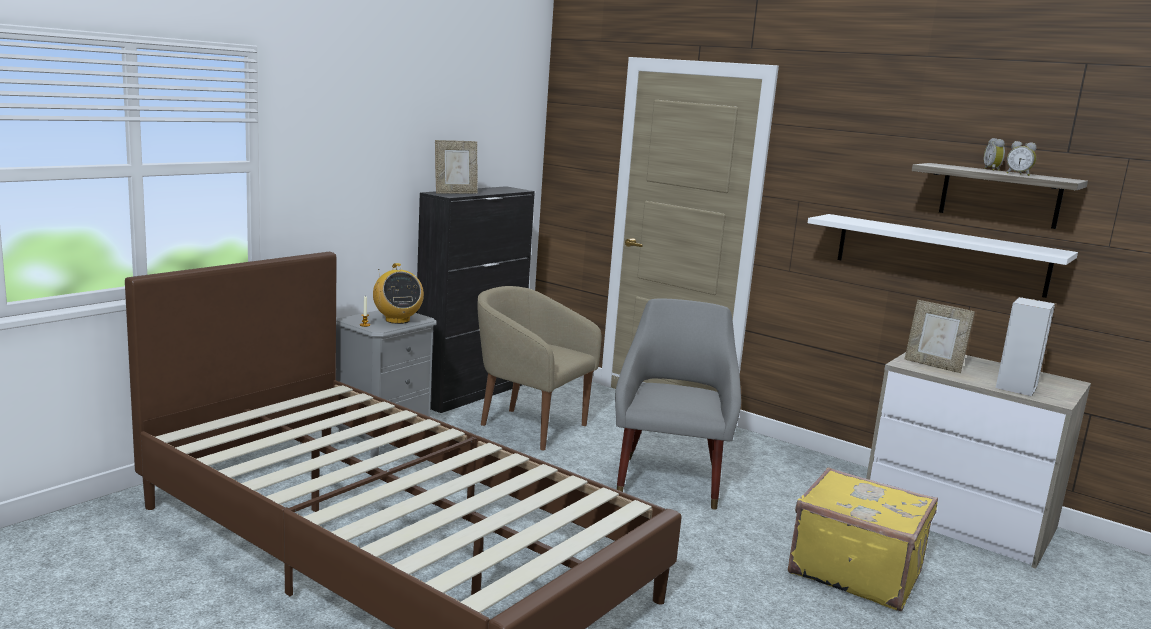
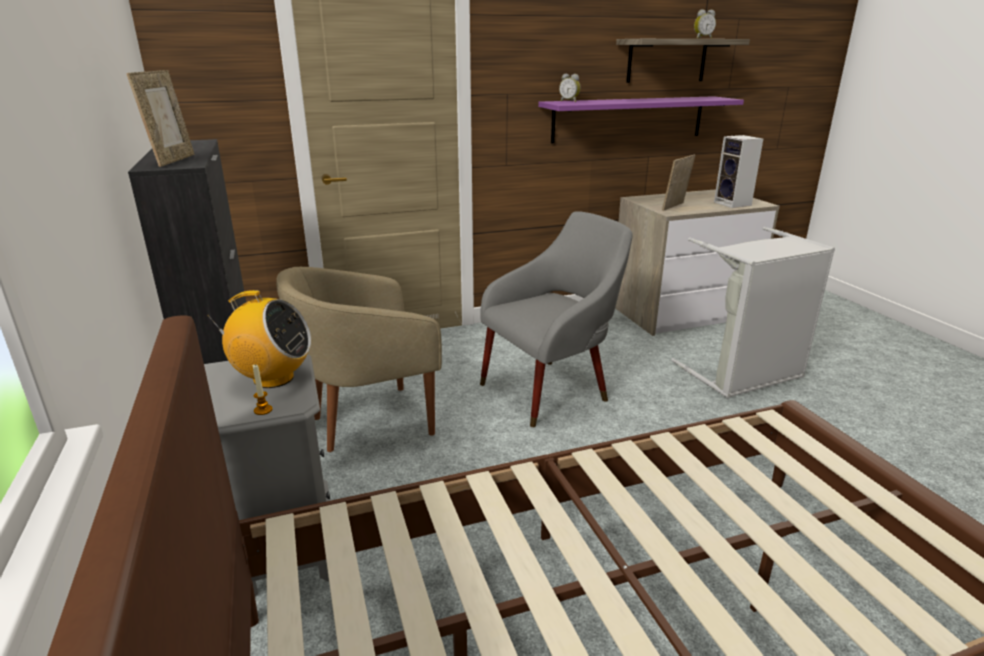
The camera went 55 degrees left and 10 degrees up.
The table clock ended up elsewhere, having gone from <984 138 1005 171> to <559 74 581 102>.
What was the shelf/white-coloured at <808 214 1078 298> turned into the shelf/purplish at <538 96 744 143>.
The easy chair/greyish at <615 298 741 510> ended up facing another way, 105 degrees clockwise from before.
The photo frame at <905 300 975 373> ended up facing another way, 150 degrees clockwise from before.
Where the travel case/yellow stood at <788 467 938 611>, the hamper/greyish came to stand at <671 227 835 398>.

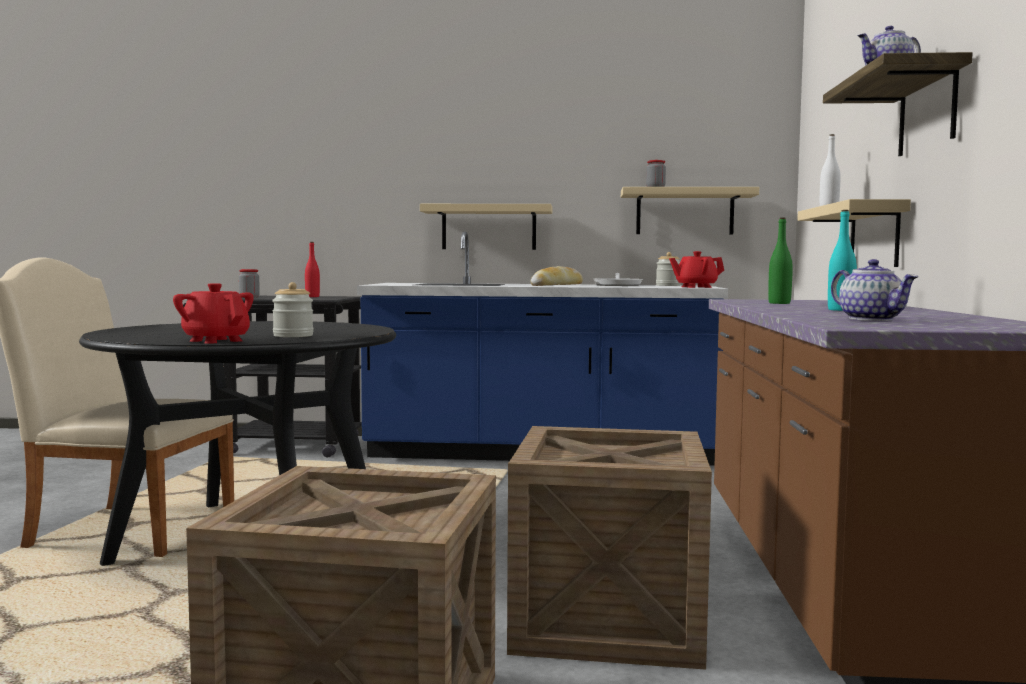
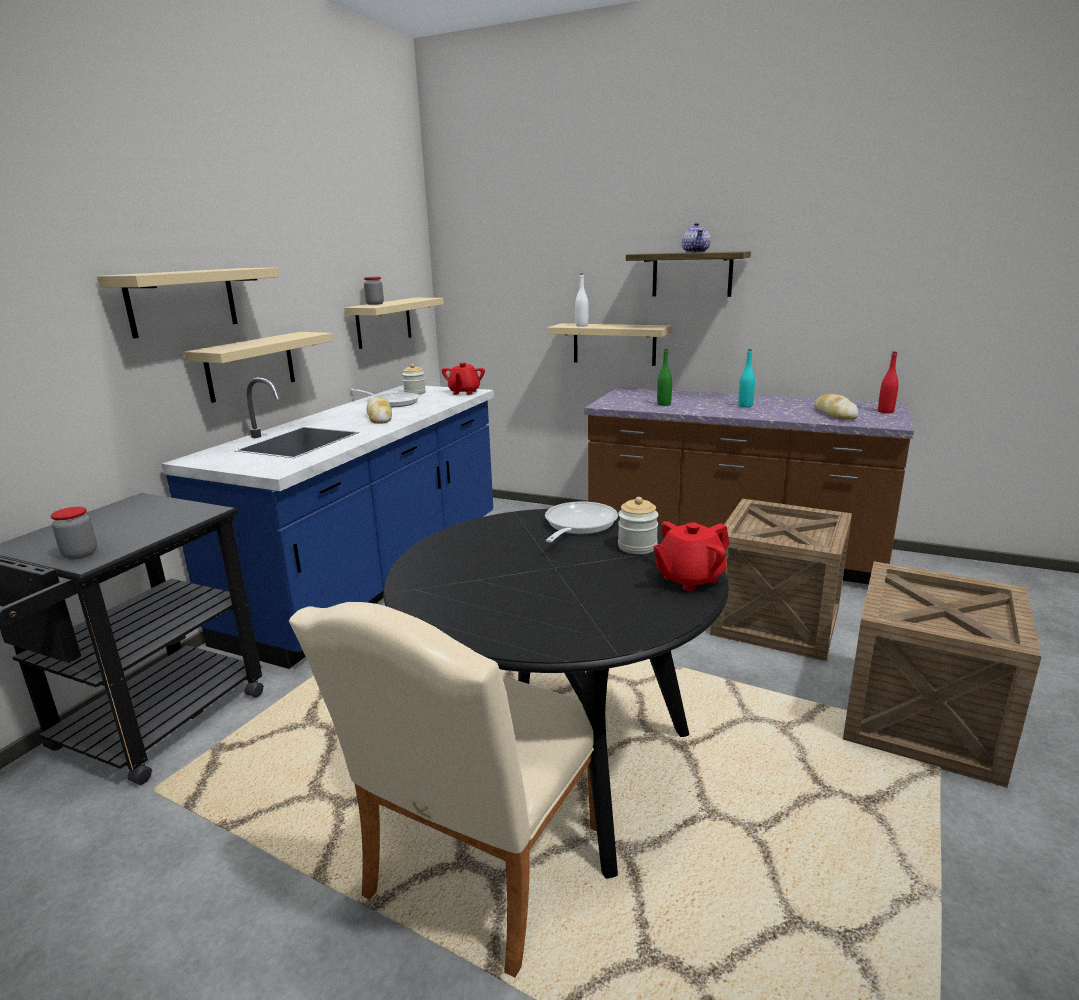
The camera went 70 degrees left and 15 degrees up.
The bottle/red-coloured ended up elsewhere, having gone from <305 242 320 297> to <878 352 899 413>.
Where the tea pot stood at <831 259 918 321>, the bakery bread came to stand at <814 394 859 420>.
The second view gained the shelf/beige at <97 267 279 338>.
The second view gained the frying pan at <545 501 618 542>.

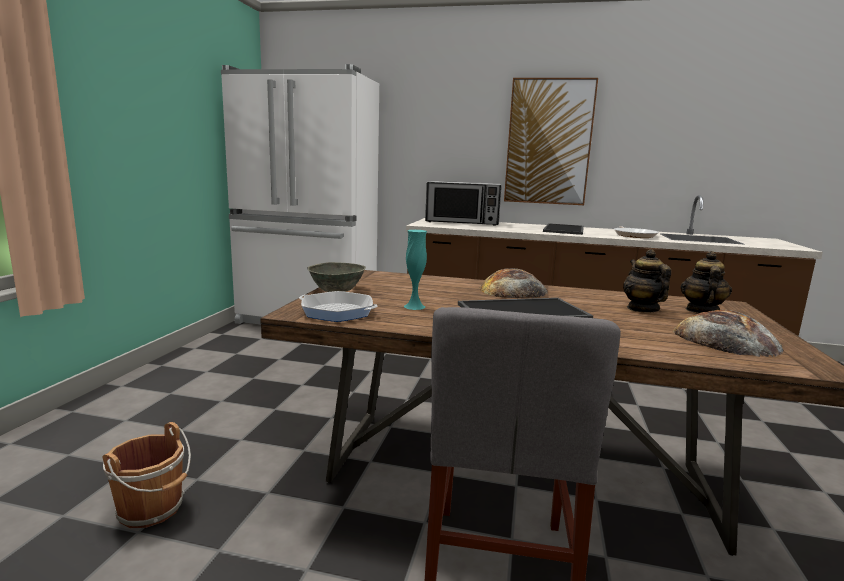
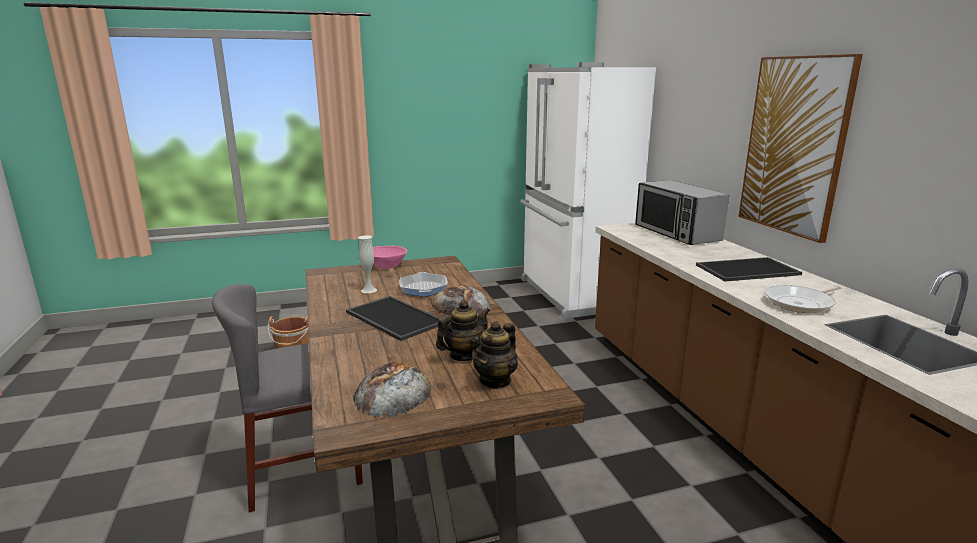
The camera went 60 degrees right and 5 degrees up.
What was the decorative vase/blue-green at <404 230 427 310> turned into the decorative vase/white-coloured at <358 235 377 293>.
The tea pot at <680 251 732 313> ended up facing another way, 135 degrees clockwise from before.
What was the serving bowl/greyish at <307 262 366 292> turned into the serving bowl/pink-coloured at <373 246 407 269>.
The frying pan ended up elsewhere, having gone from <299 291 377 322> to <399 272 448 297>.

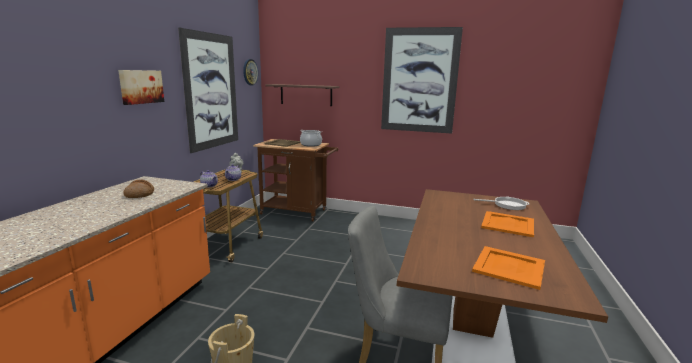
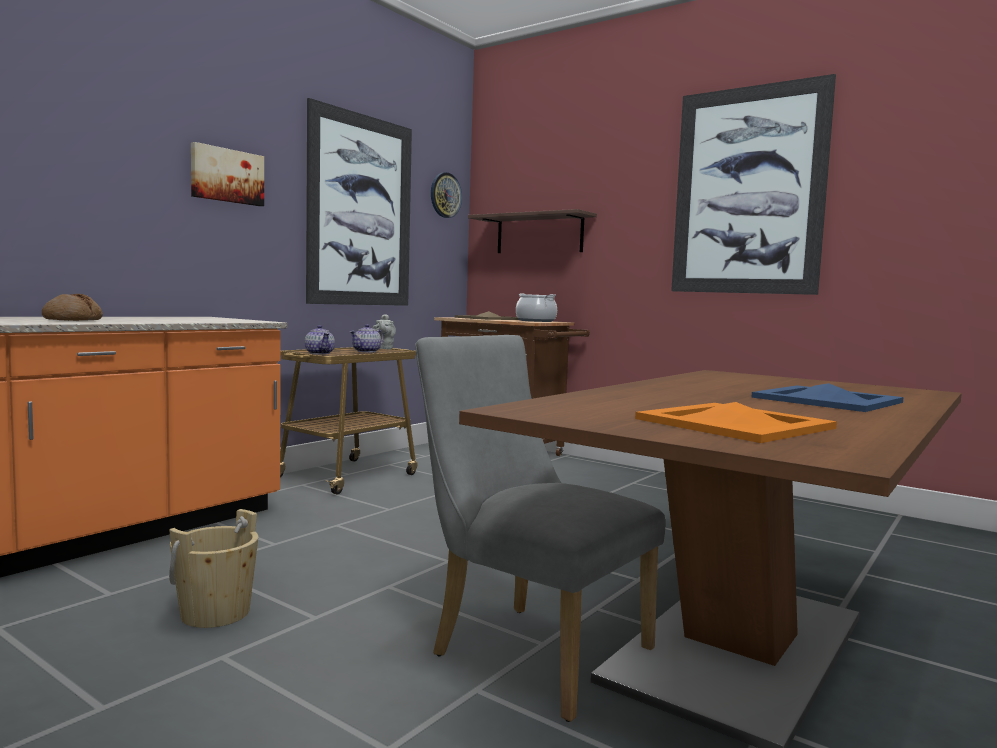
The camera went 20 degrees right and 10 degrees down.
The bakery bread ended up elsewhere, having gone from <123 180 154 198> to <42 294 103 321>.
The second view lost the frying pan at <473 197 529 210>.
What was the serving tray/orange-coloured at <481 211 534 237> turned into the serving tray/blue-coloured at <751 383 904 412>.

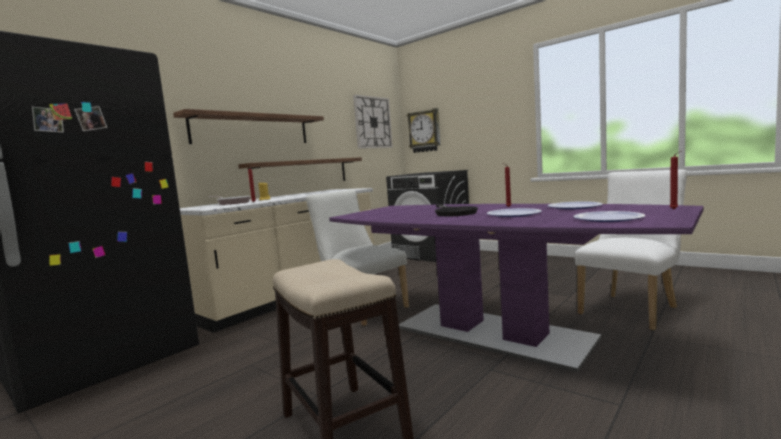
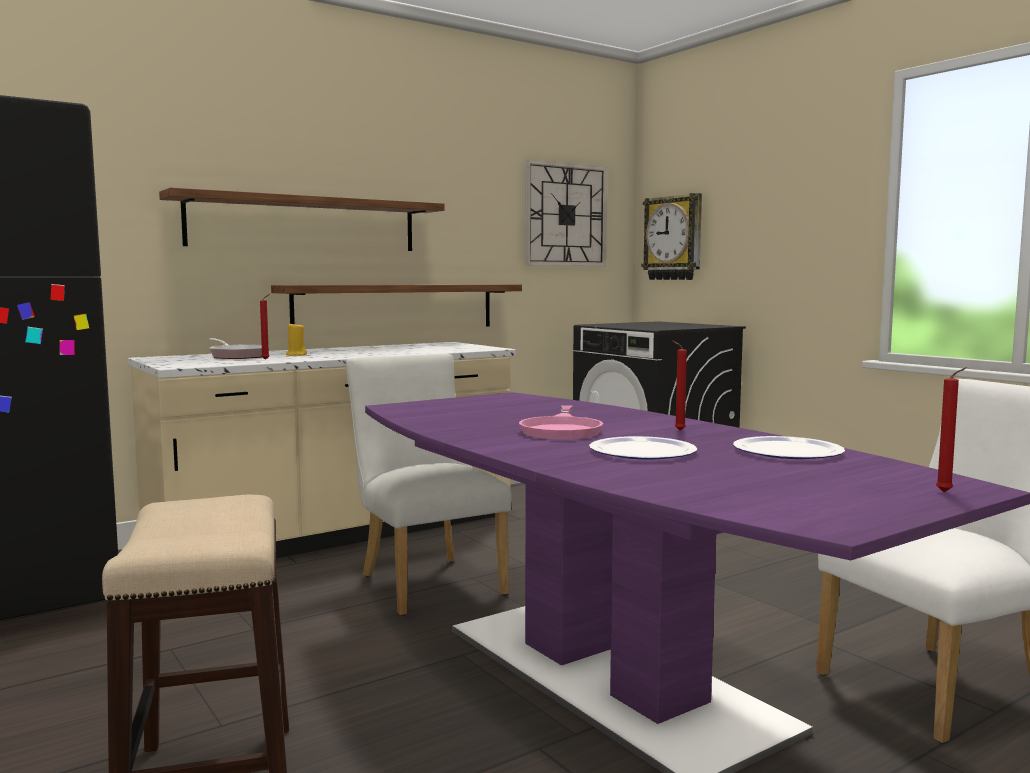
The camera went 15 degrees right and 0 degrees up.
What was the frying pan/black at <435 204 478 216> turned into the frying pan/pink-coloured at <519 405 603 439>.
The second view lost the dinner plate at <573 211 646 222>.

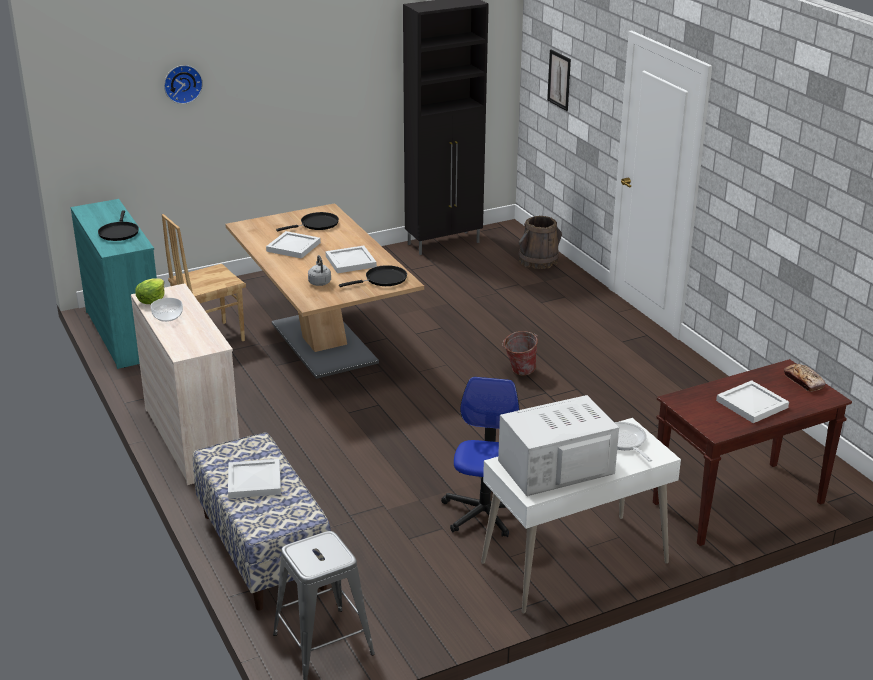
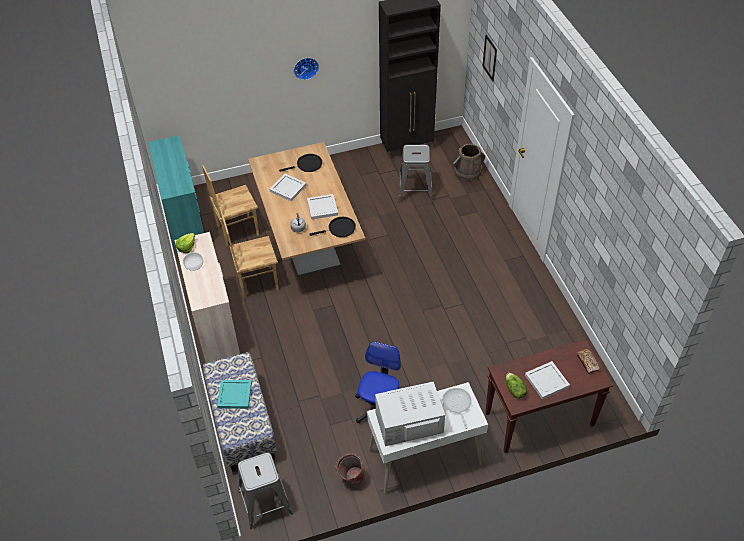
The camera went 10 degrees right and 20 degrees up.
The hanging clock ended up elsewhere, having gone from <164 65 203 104> to <294 58 319 80>.
The second view lost the frying pan/black at <98 210 139 241>.
The water bucket ended up elsewhere, having gone from <502 331 538 376> to <335 453 364 485>.
What was the serving tray/white-coloured at <228 459 281 498> turned into the serving tray/blue-green at <217 380 252 409>.
The second view gained the stool seat/greyish at <398 145 432 202>.
The second view gained the plain chair/brown-coloured at <222 214 278 298>.
The second view gained the head of lettuce at <506 373 527 399>.

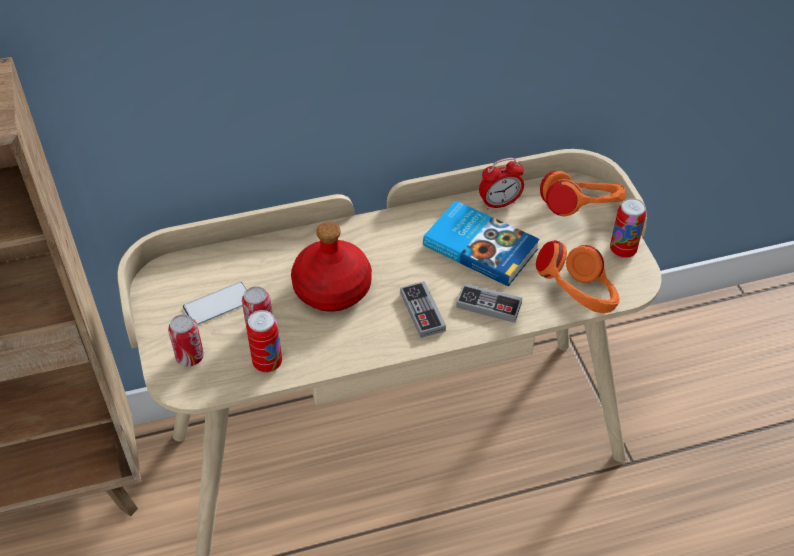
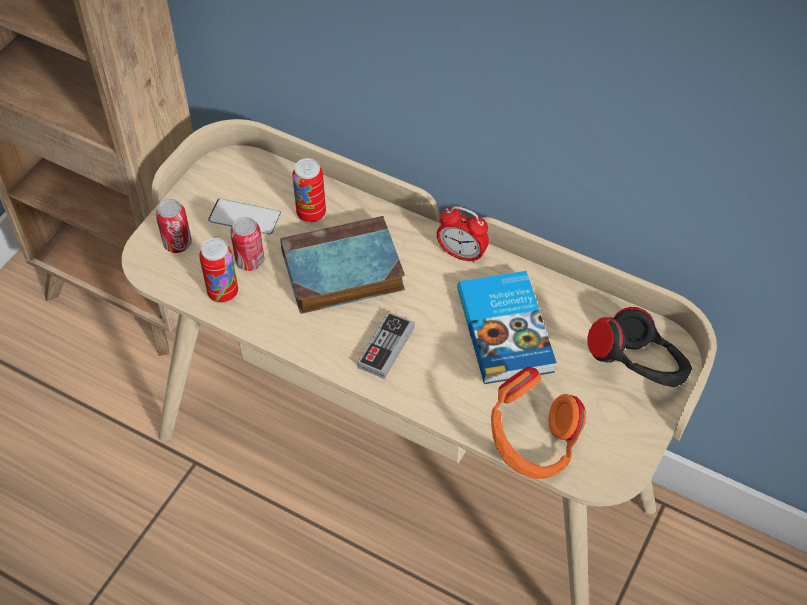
The camera went 45 degrees right and 5 degrees up.
The table clock ended up elsewhere, having gone from <479 158 524 210> to <437 206 489 264>.
What was the pair of headphones/orange-coloured at <540 170 626 217> turned into the pair of headphones/black at <587 307 692 387>.
The sealed can ended up elsewhere, having gone from <610 198 646 258> to <292 158 326 223>.
Where the bottle/red-coloured stood at <291 222 372 312>, the volume came to stand at <280 216 405 314>.
The second view lost the joypad at <456 283 522 323>.

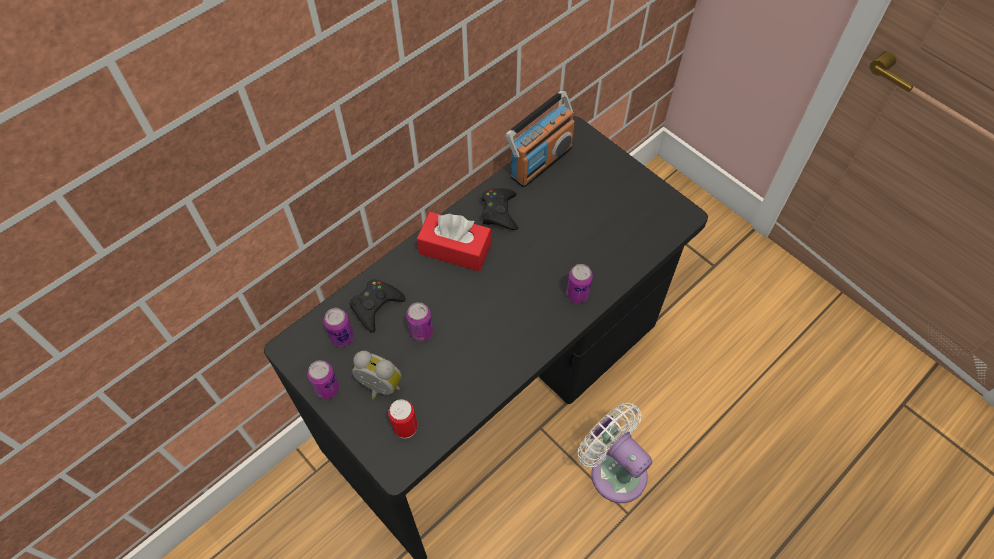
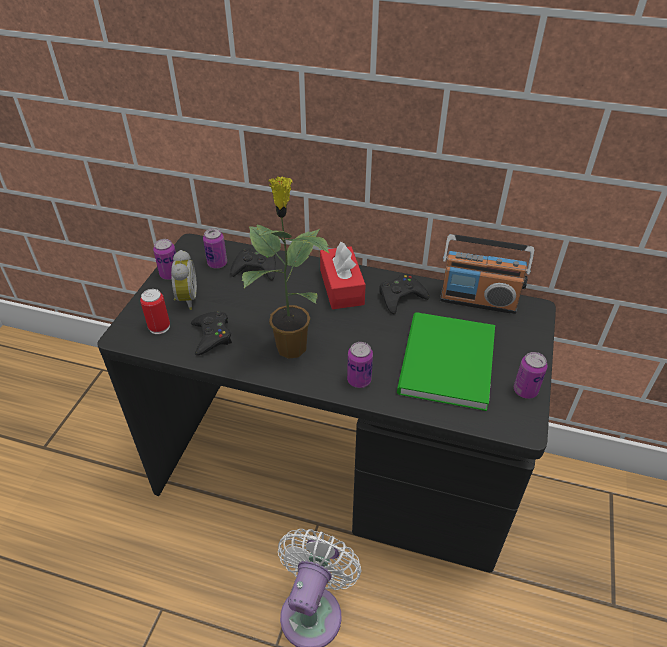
The camera went 60 degrees right and 15 degrees down.
The sealed can ended up elsewhere, having gone from <406 302 433 341> to <514 352 548 399>.
The second view gained the plant in a pot at <242 176 329 359>.
The second view gained the joypad/black at <191 311 232 356>.
The second view gained the volume/green at <397 312 495 411>.

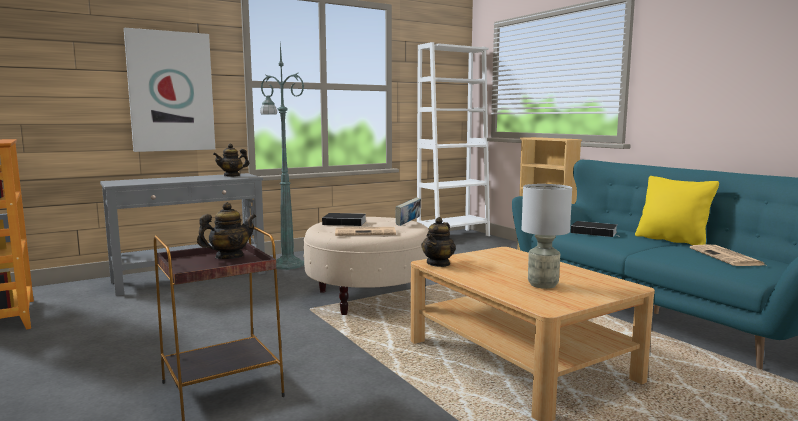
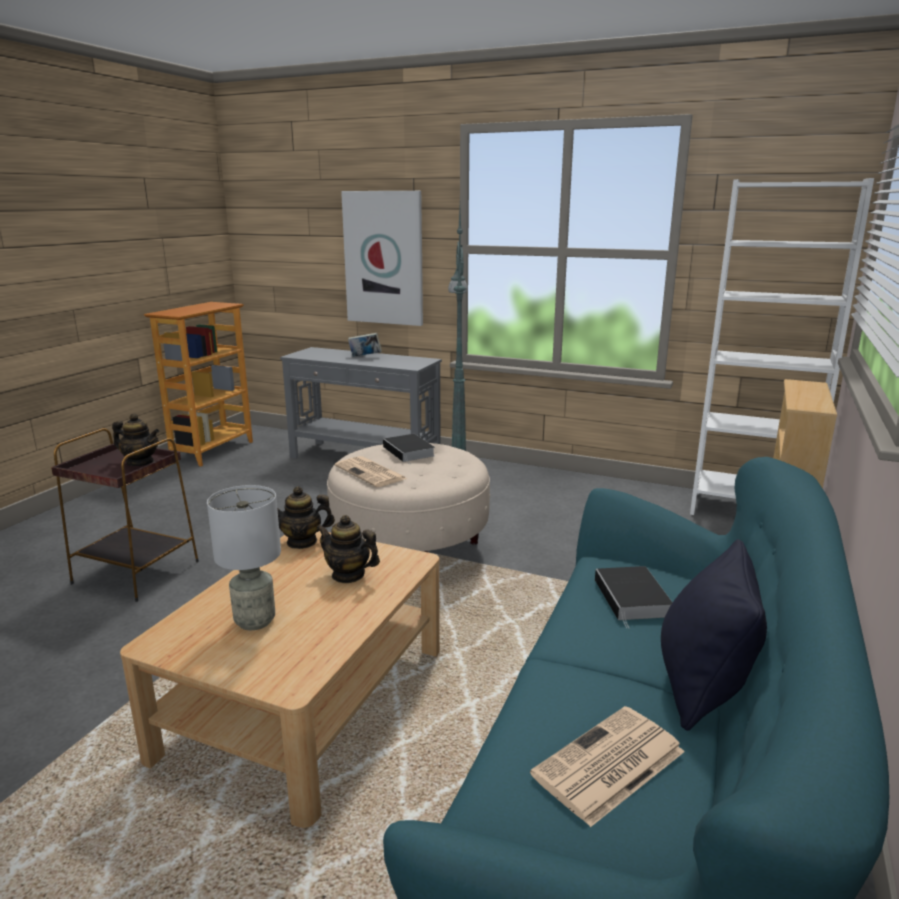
The camera went 55 degrees right and 10 degrees up.
The tea pot ended up elsewhere, having gone from <213 144 249 177> to <316 515 380 583>.
What was the pillow/yellow at <635 176 719 245> turned into the pillow/black at <661 539 767 731>.
The volume ended up elsewhere, having gone from <396 197 421 226> to <348 333 382 357>.

